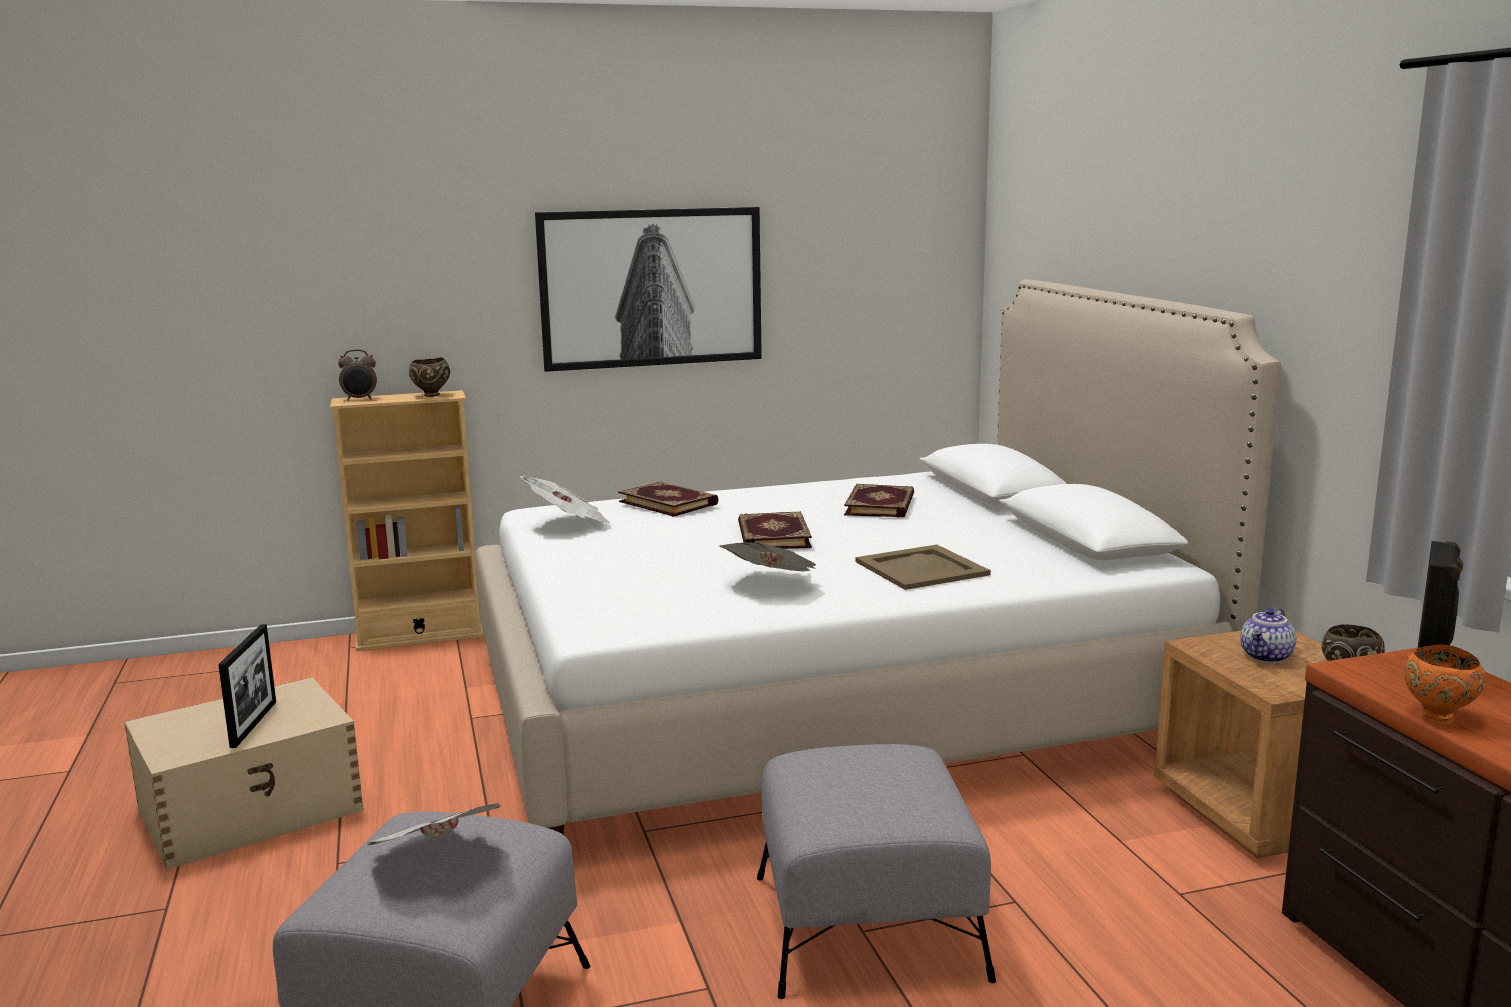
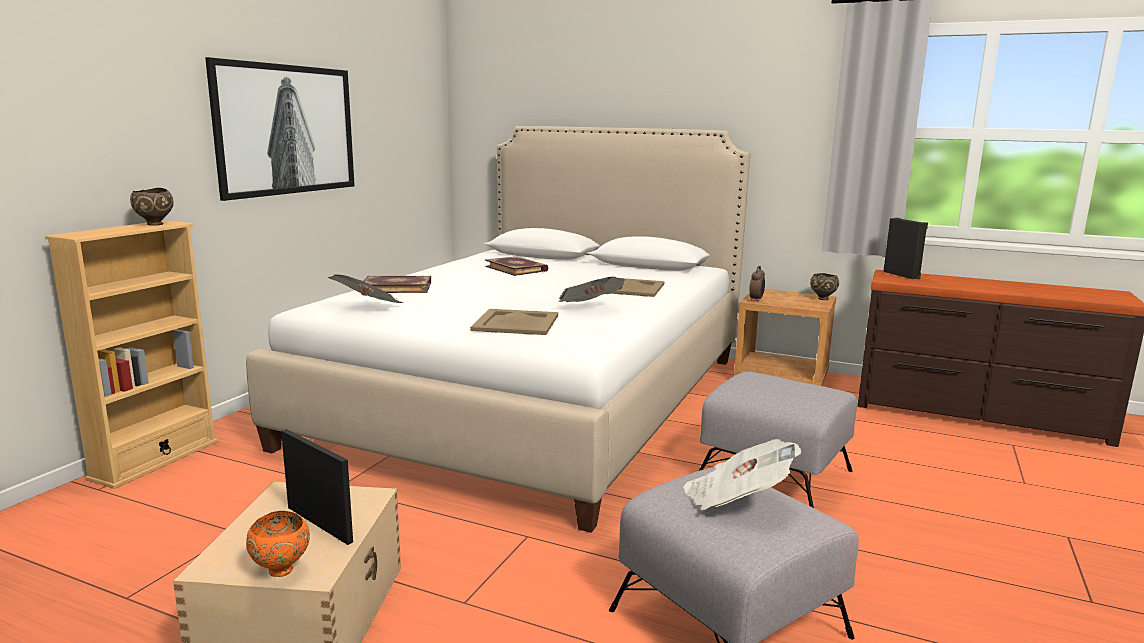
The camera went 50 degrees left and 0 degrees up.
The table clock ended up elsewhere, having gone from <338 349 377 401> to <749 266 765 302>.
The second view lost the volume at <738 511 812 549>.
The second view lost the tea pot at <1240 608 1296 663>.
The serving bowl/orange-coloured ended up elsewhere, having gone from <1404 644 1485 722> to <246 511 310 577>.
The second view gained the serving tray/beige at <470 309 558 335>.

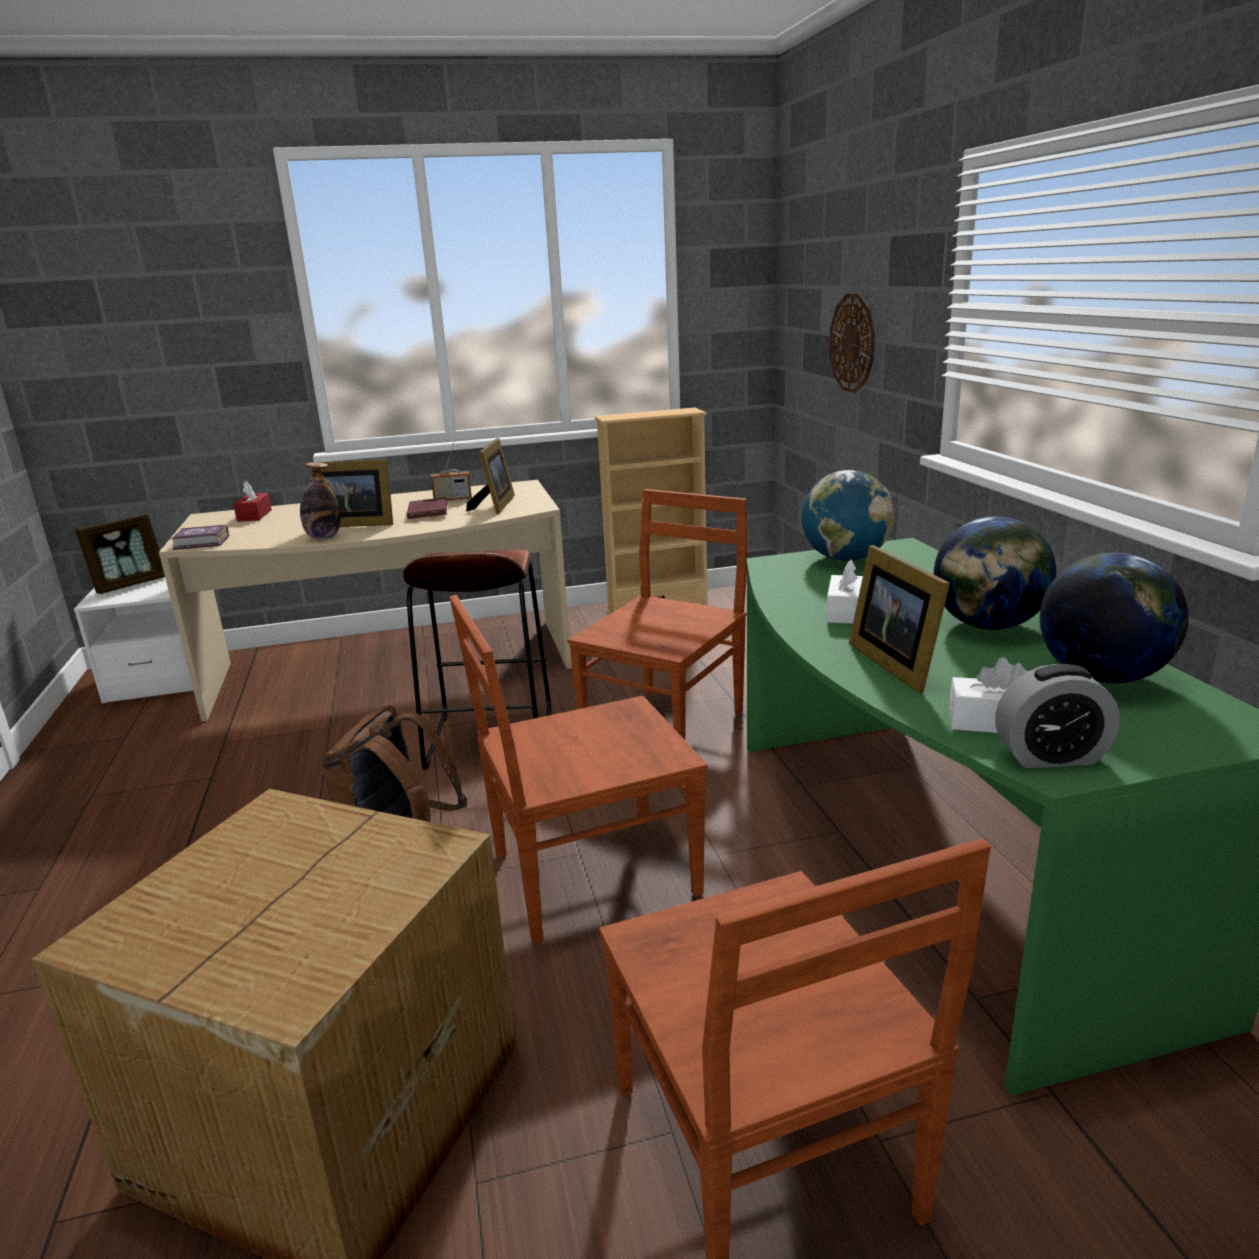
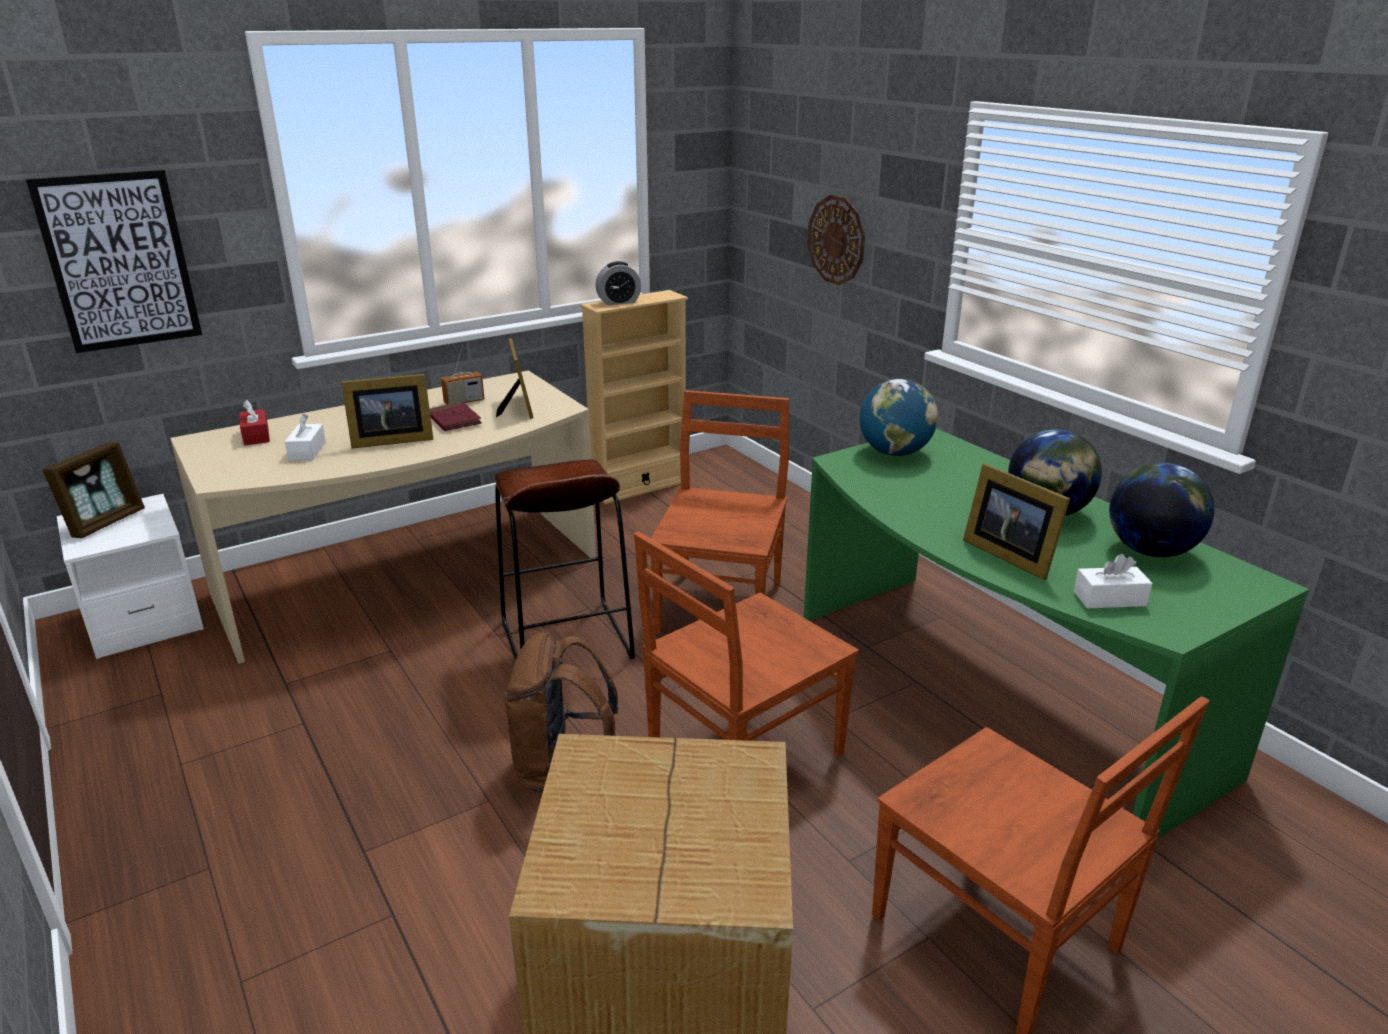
The camera went 20 degrees left and 5 degrees up.
The second view lost the bottle at <300 462 340 539>.
The second view lost the volume at <170 525 229 550>.
The tissue box/white-coloured ended up elsewhere, having gone from <826 560 863 624> to <285 414 326 460>.
The table clock ended up elsewhere, having gone from <995 664 1120 768> to <595 261 641 305>.
The second view gained the wall art at <26 170 202 353>.

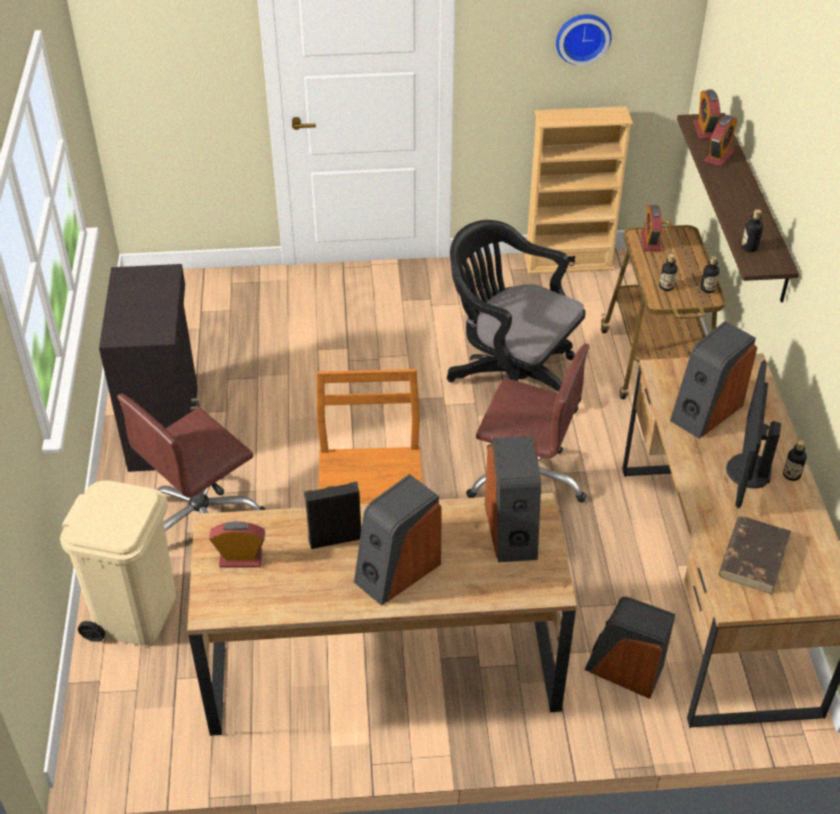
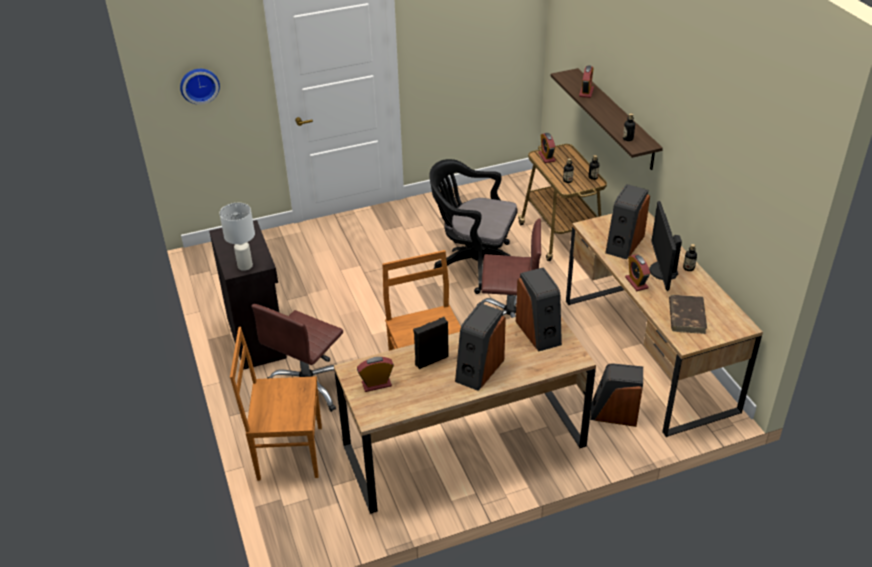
The camera went 15 degrees left and 5 degrees down.
The hanging clock ended up elsewhere, having gone from <556 14 612 66> to <180 69 220 105>.
The table clock ended up elsewhere, having gone from <693 90 720 140> to <625 254 650 291>.
The second view lost the shelving unit/beige at <524 106 633 274>.
Where the rubbish bin/beige stood at <60 480 176 646>, the plain chair/brown-coloured came to stand at <230 327 322 481>.
The second view gained the lamp for a table/white-coloured at <219 203 255 271>.

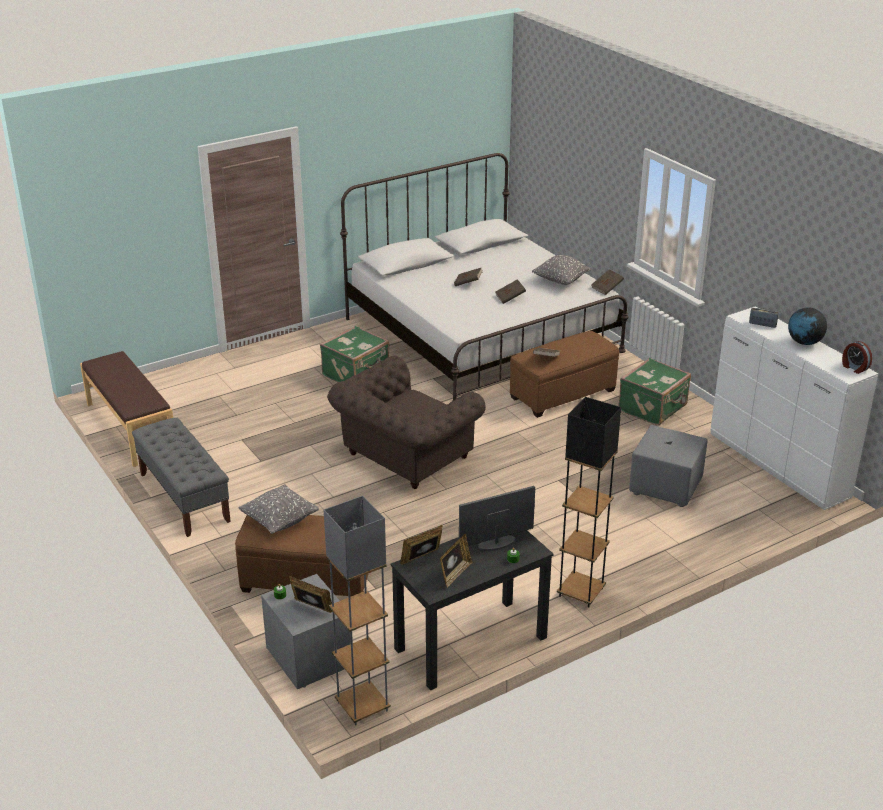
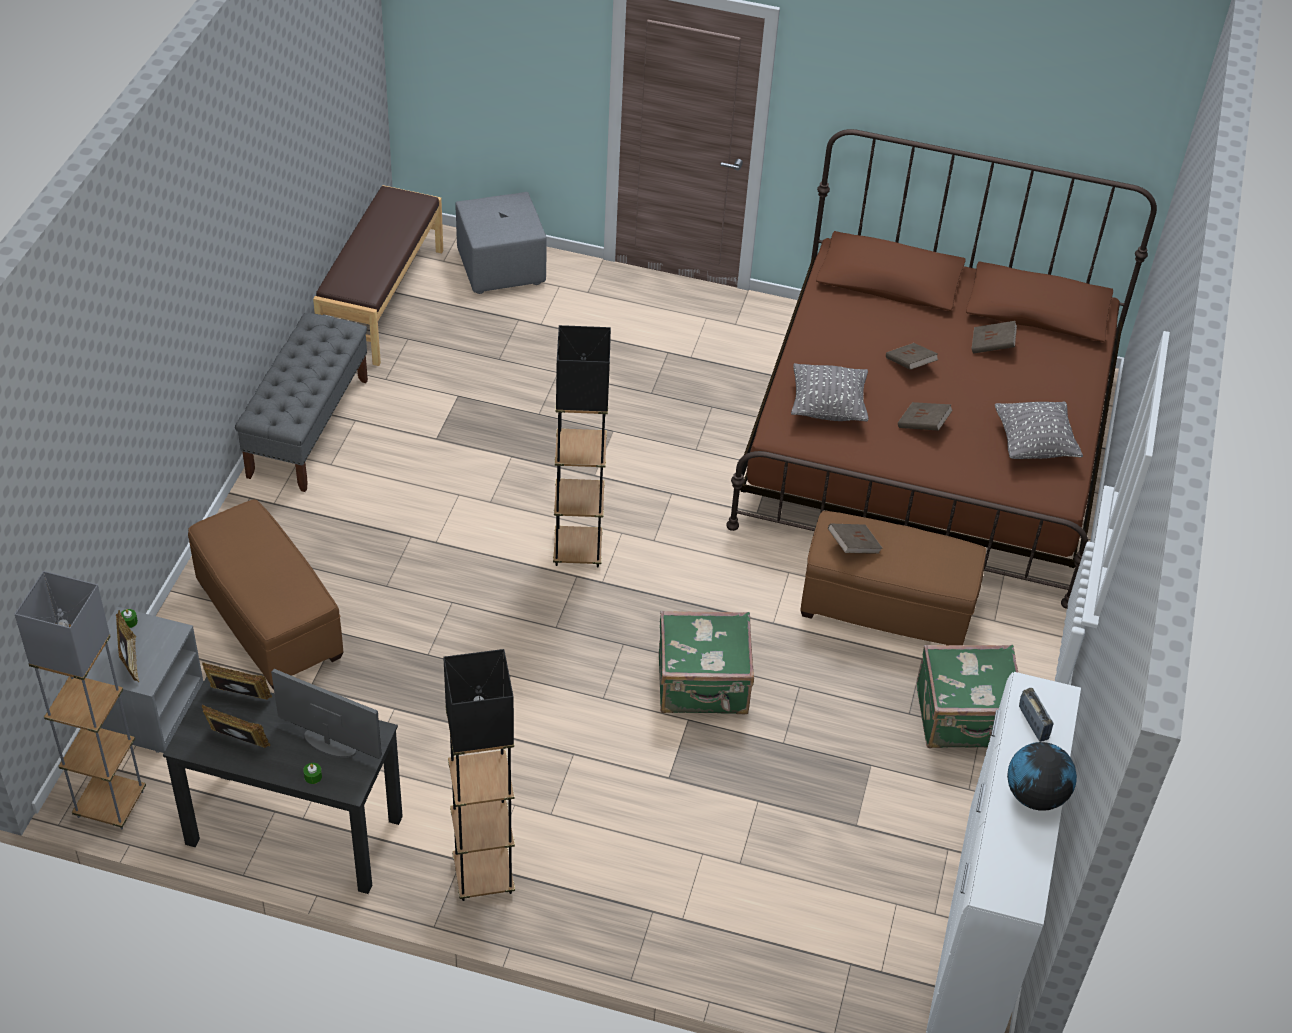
The camera went 45 degrees right and 15 degrees up.
What was the sleeping bed/white-coloured at <340 153 629 401> turned into the sleeping bed/brown-coloured at <726 129 1157 609>.
The volume/brown-coloured ended up elsewhere, having gone from <591 269 624 295> to <972 321 1017 354>.
The travel case/green ended up elsewhere, having gone from <320 326 389 383> to <659 611 754 714>.
The second view lost the table clock at <842 341 872 374>.
Where the easy chair/brown-coloured stood at <327 355 486 489>, the standing lamp/black came to stand at <553 325 611 567>.
The pouffe/greyish ended up elsewhere, having gone from <629 425 708 507> to <455 192 547 294>.
The pillow/greyish ended up elsewhere, having gone from <238 484 319 534> to <791 363 869 421>.
The photo frame at <440 534 473 588> ended up facing another way, 150 degrees counterclockwise from before.

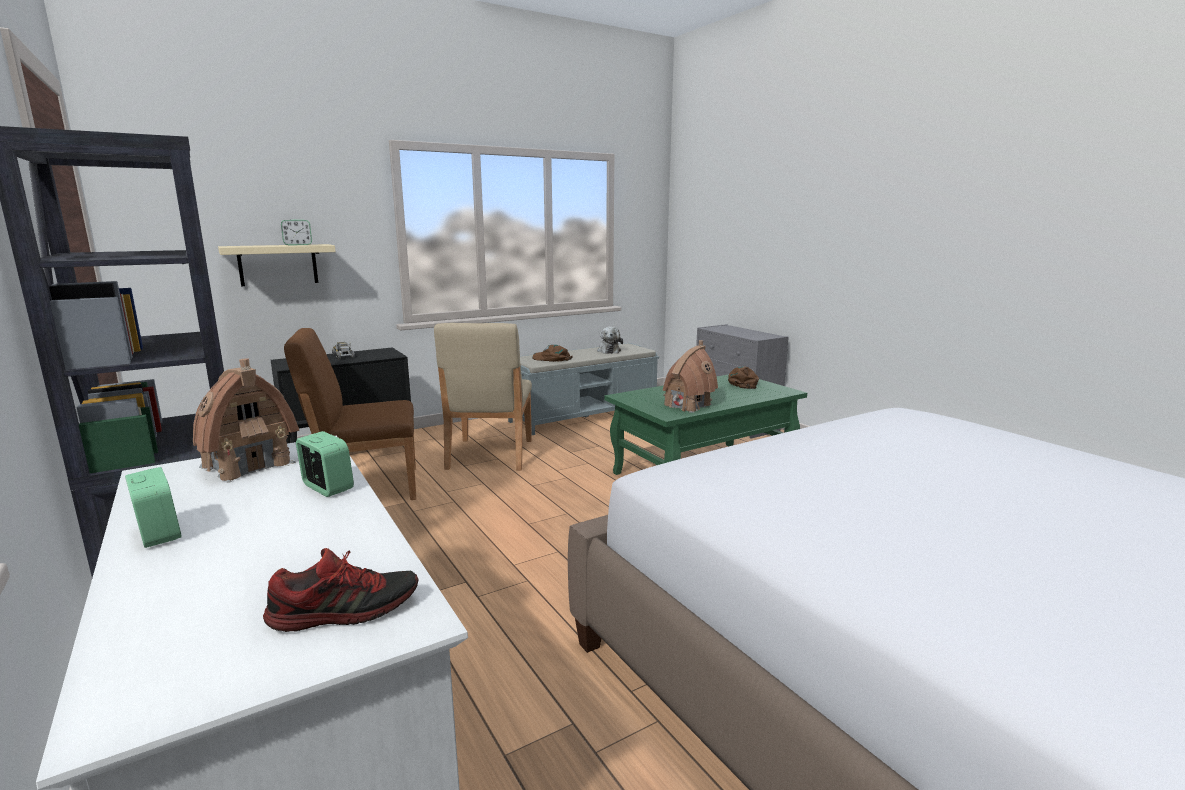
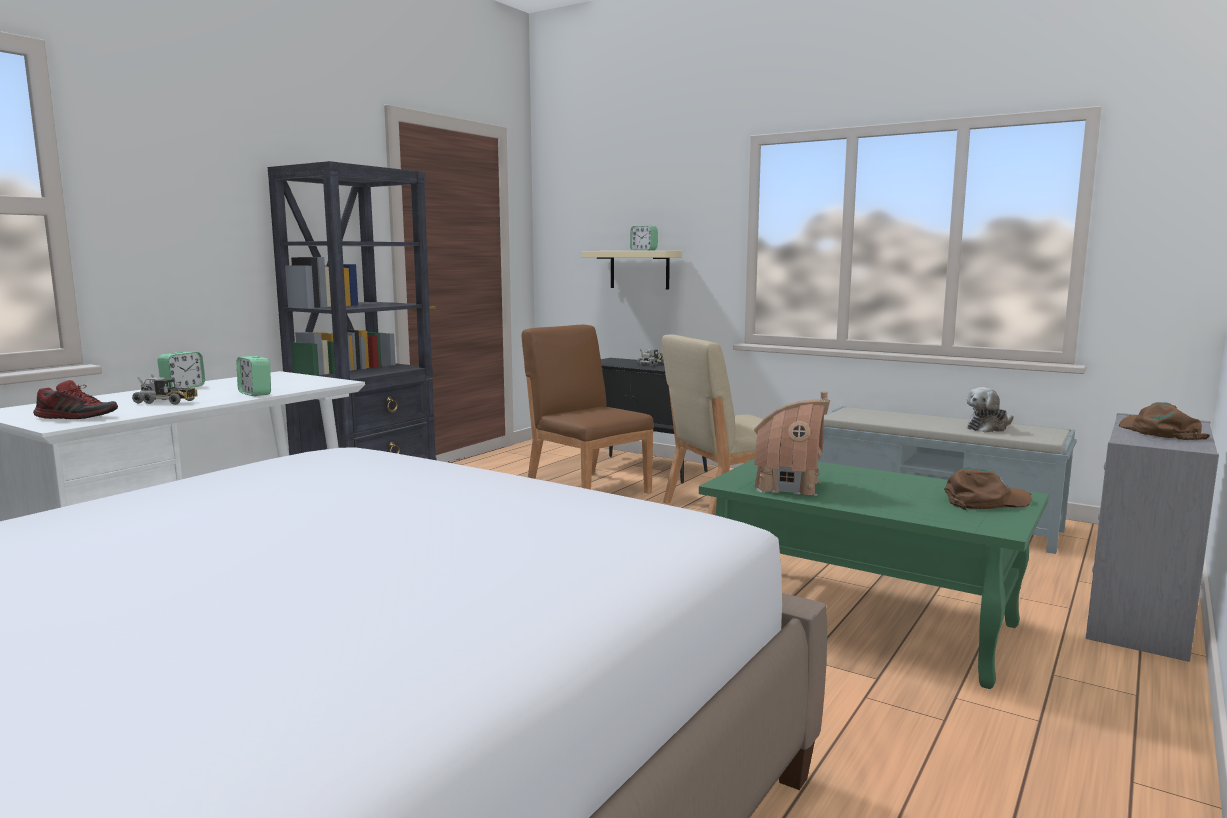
The camera went 65 degrees right and 5 degrees down.
The peaked cap/brown-coloured ended up elsewhere, having gone from <532 345 573 362> to <1119 402 1210 440>.
The second view lost the model house at <193 358 299 483>.
The table clock at <296 431 354 497> ended up facing another way, 120 degrees clockwise from before.
The shoe at <263 548 418 632> ended up facing another way, 45 degrees counterclockwise from before.
The second view gained the toy lorry at <132 374 198 405>.

